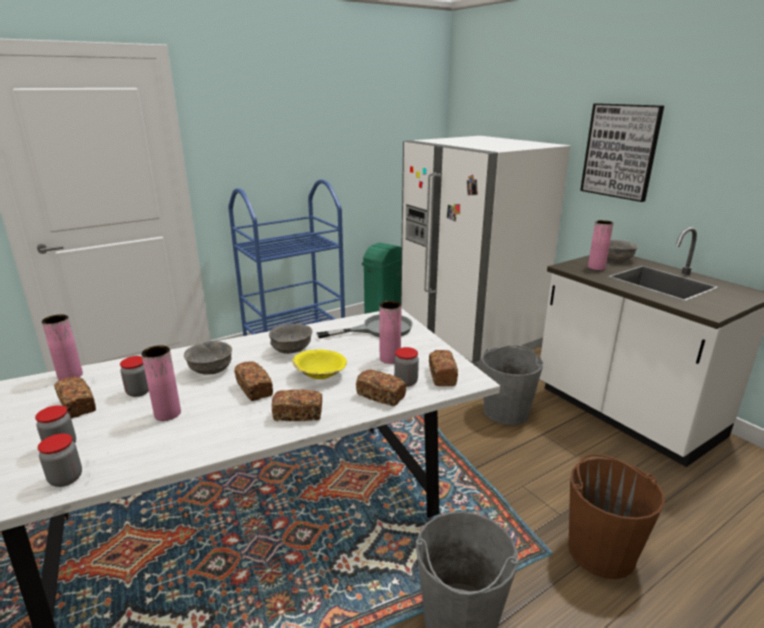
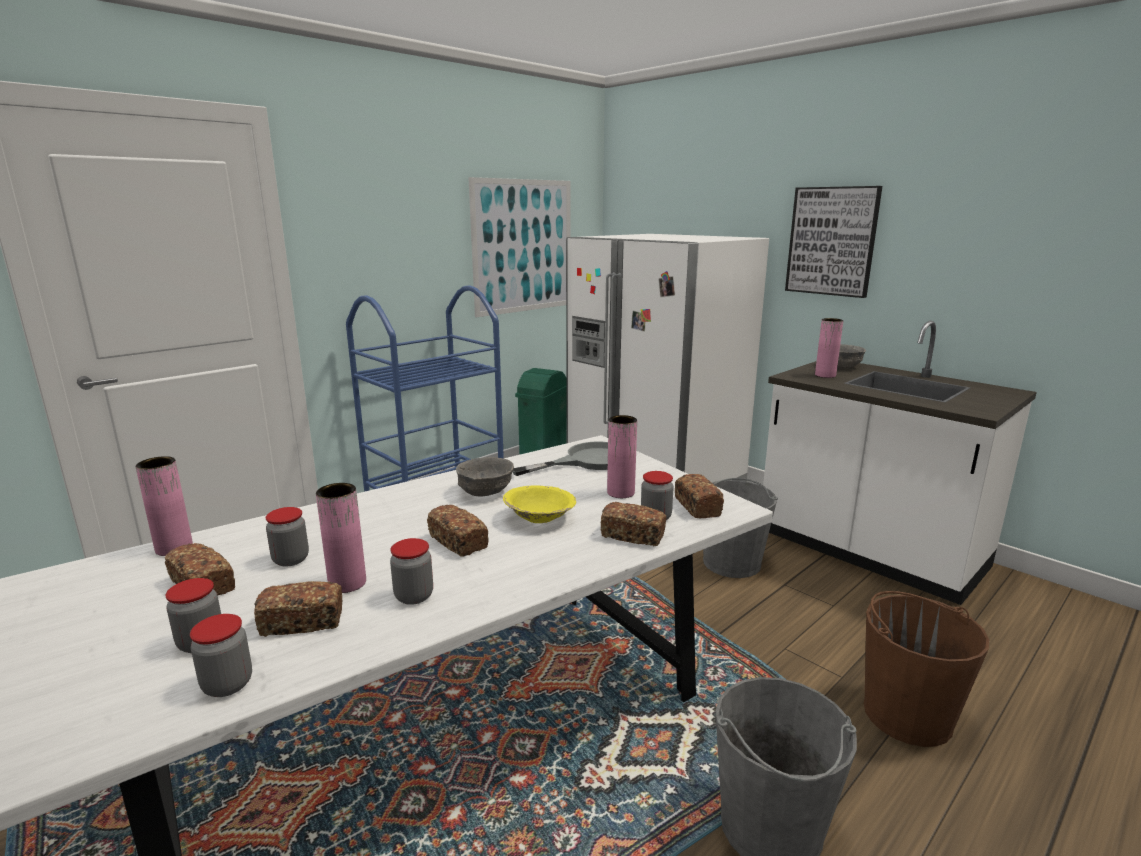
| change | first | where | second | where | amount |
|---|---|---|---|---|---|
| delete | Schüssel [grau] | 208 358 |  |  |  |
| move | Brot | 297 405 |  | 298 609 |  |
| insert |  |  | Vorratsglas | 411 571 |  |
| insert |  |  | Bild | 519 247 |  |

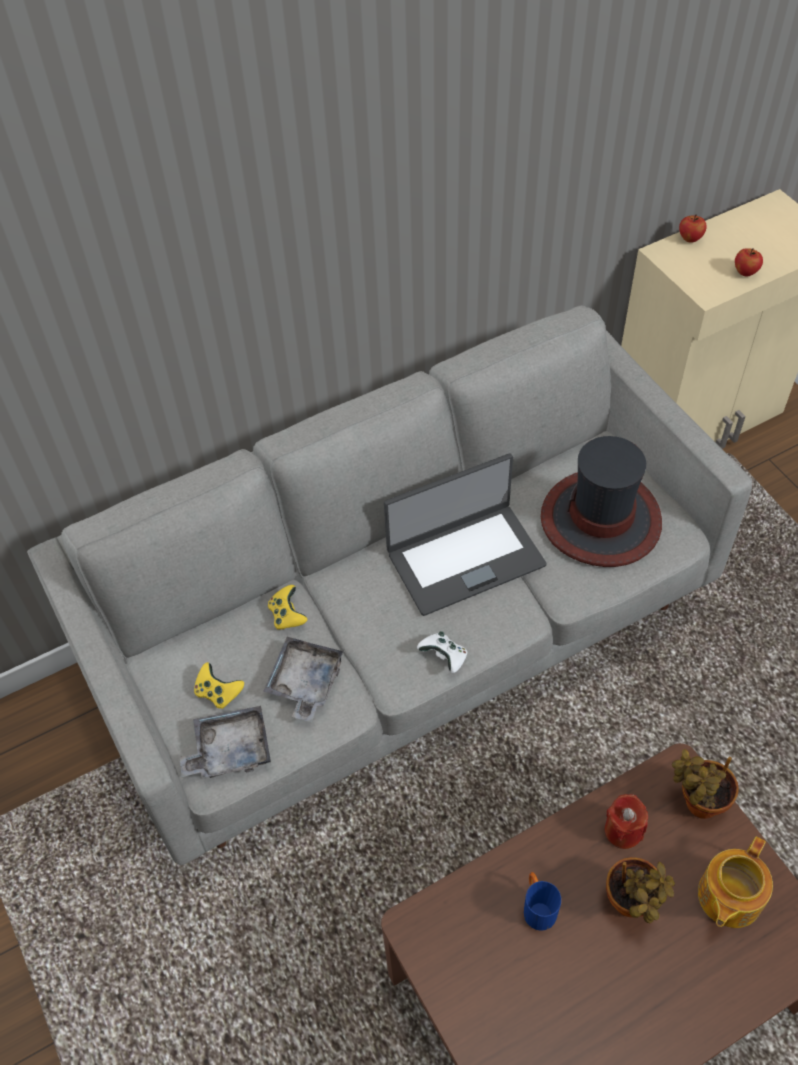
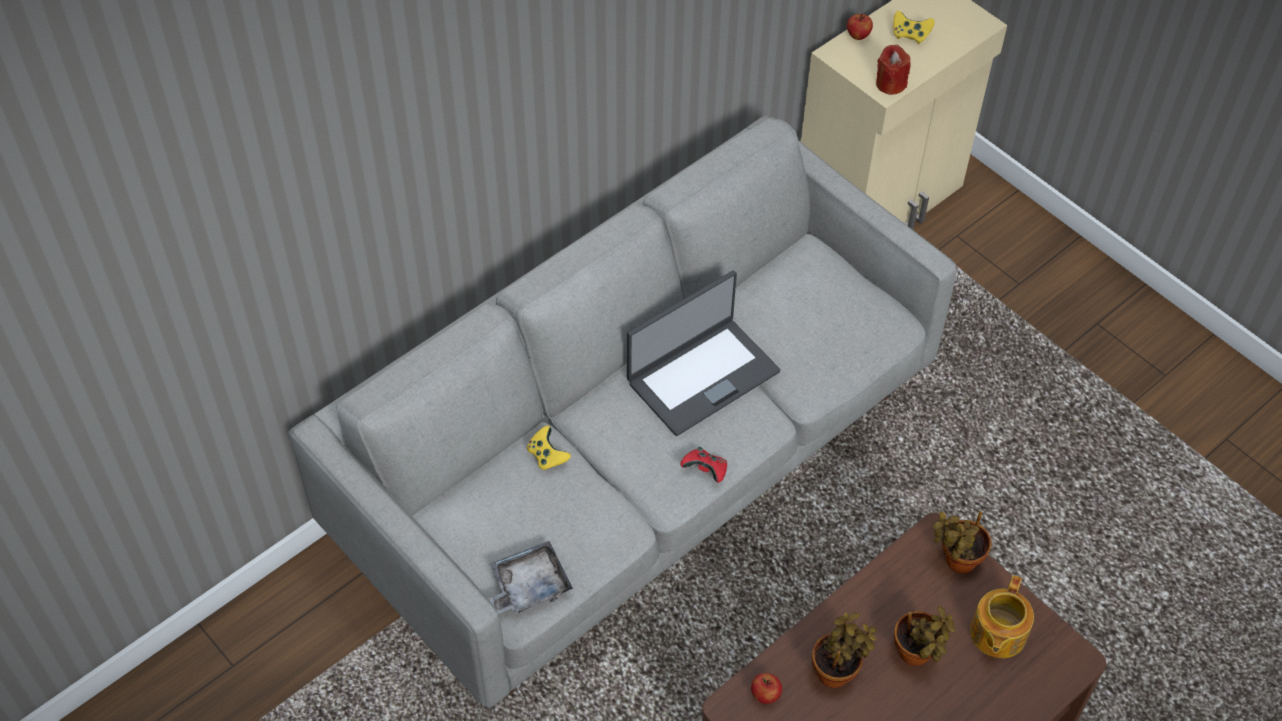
| change | first | where | second | where | amount |
|---|---|---|---|---|---|
| move | Gamepad [gelb] | 219 685 |  | 914 27 |  |
| delete | Tablett [grau] | 303 679 |  |  |  |
| recolor | Gamepad [weiß] | 442 652 | Gamepad [rot] | 703 465 |  |
| replace | Henkelbecher [blau] | 542 901 | Topfpflanze | 844 650 |  |
| delete | Hut | 601 501 |  |  |  |
| move | Kerze [rot] | 626 821 |  | 893 70 |  |
| move | Apfel | 749 262 |  | 766 688 |  |

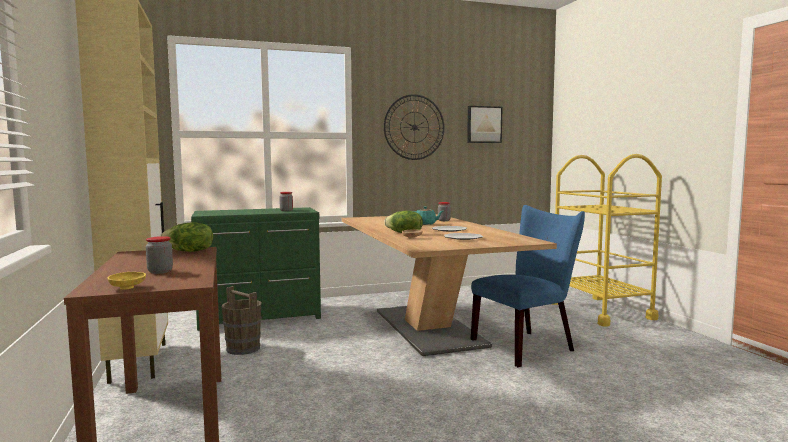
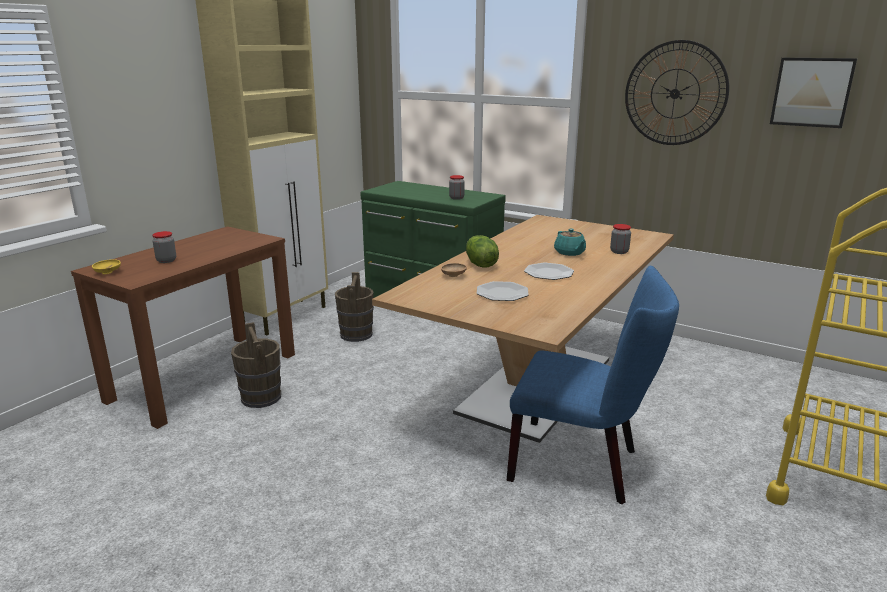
| change | first | where | second | where | amount |
|---|---|---|---|---|---|
| delete | Salatkopf | 186 237 |  |  |  |
| insert |  |  | Eimer [braun] | 256 365 |  |

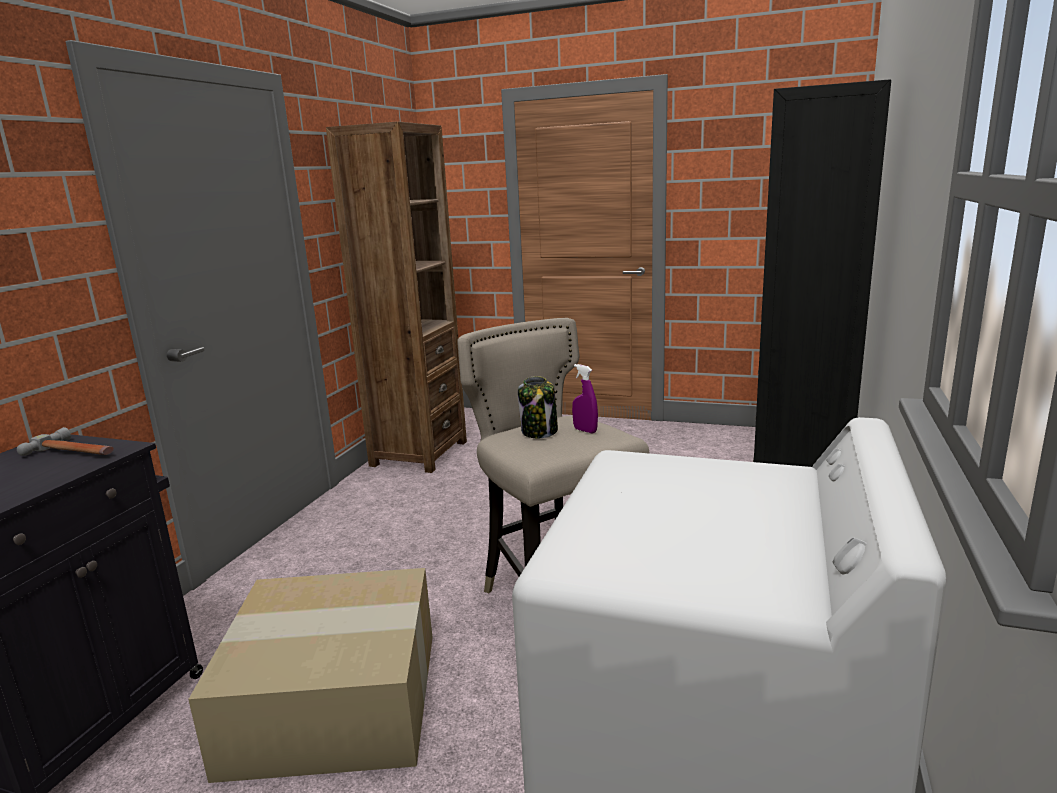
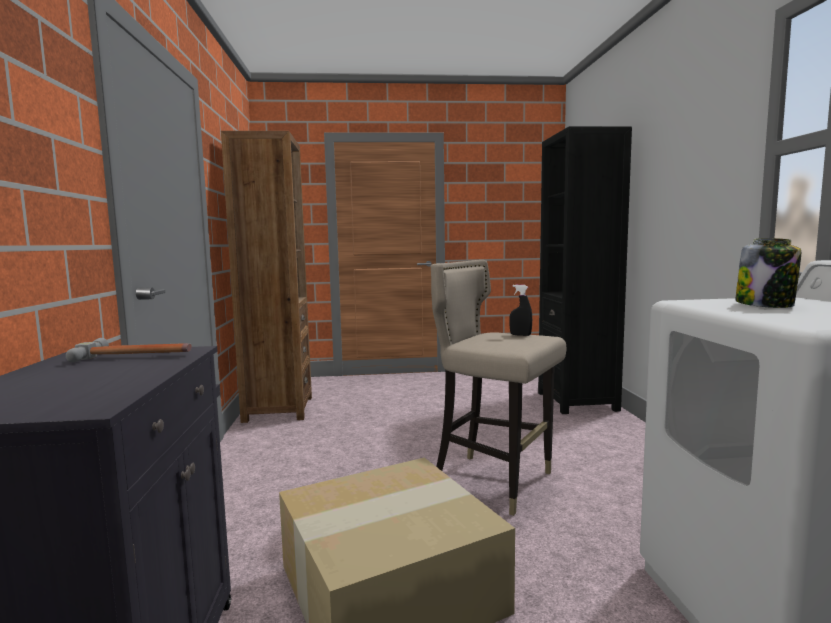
| change | first | where | second | where | amount |
|---|---|---|---|---|---|
| move | Vorratsglas | 538 407 |  | 768 273 |  |
| recolor | Sprühflasche [lila] | 585 398 | Sprühflasche [schwarz] | 520 310 |  |

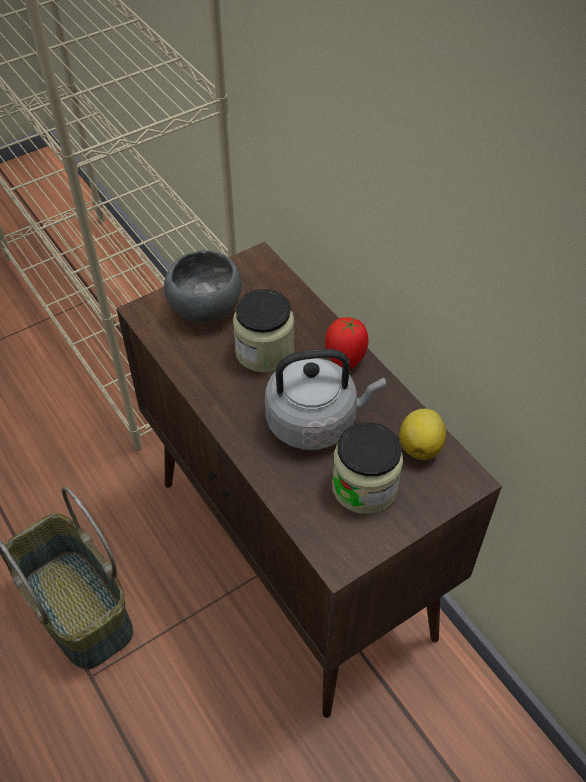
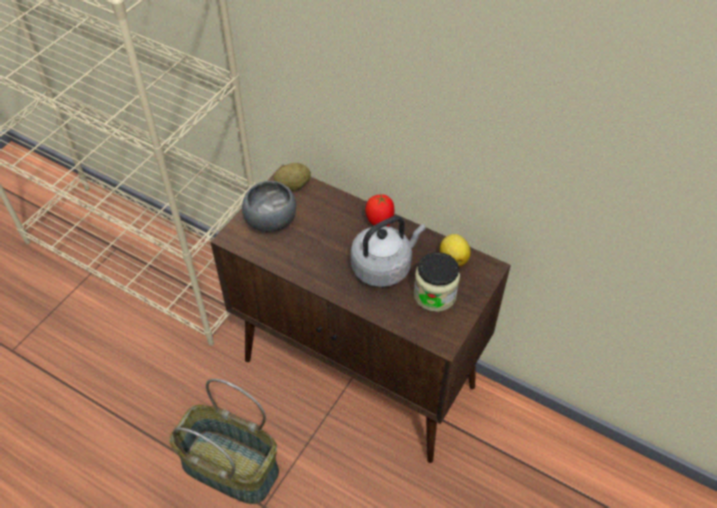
| change | first | where | second | where | amount |
|---|---|---|---|---|---|
| delete | Vorratsglas | 263 331 |  |  |  |
| insert |  |  | Kartoffel | 292 177 |  |

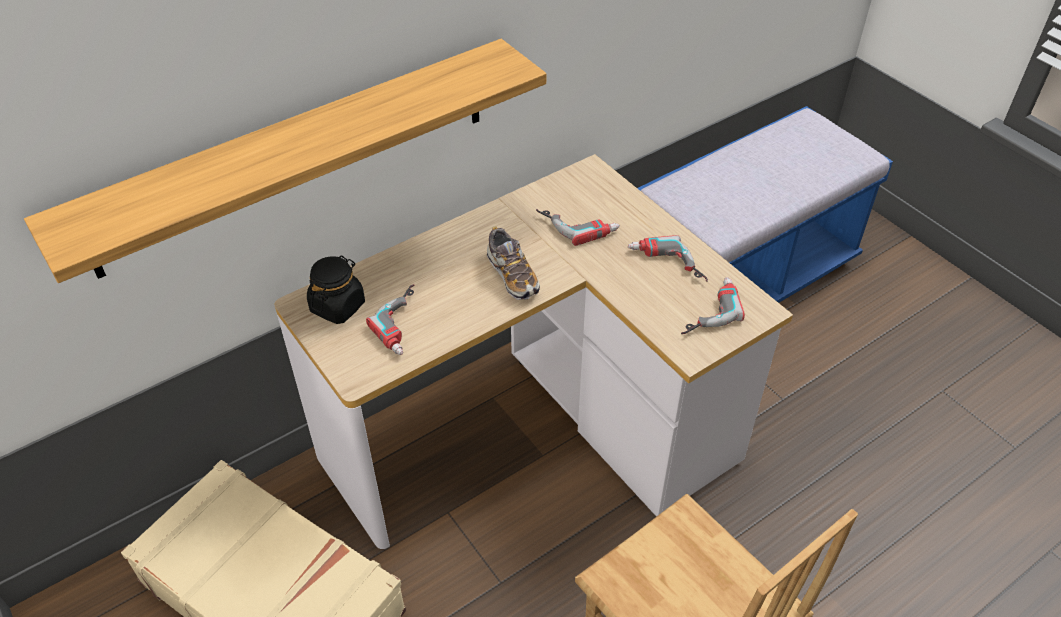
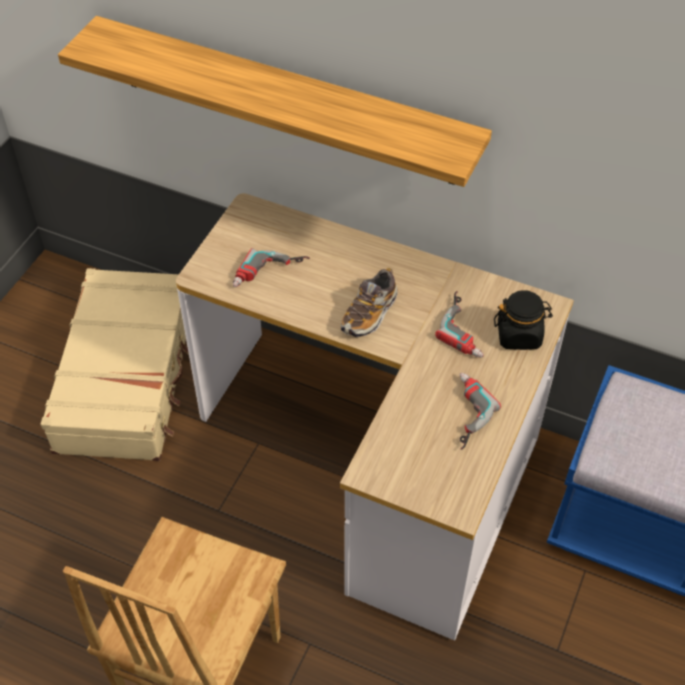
| change | first | where | second | where | amount |
|---|---|---|---|---|---|
| move | Vorratsglas [schwarz] | 336 290 |  | 523 320 |  |
| delete | Bohrmaschine | 713 305 |  |  |  |

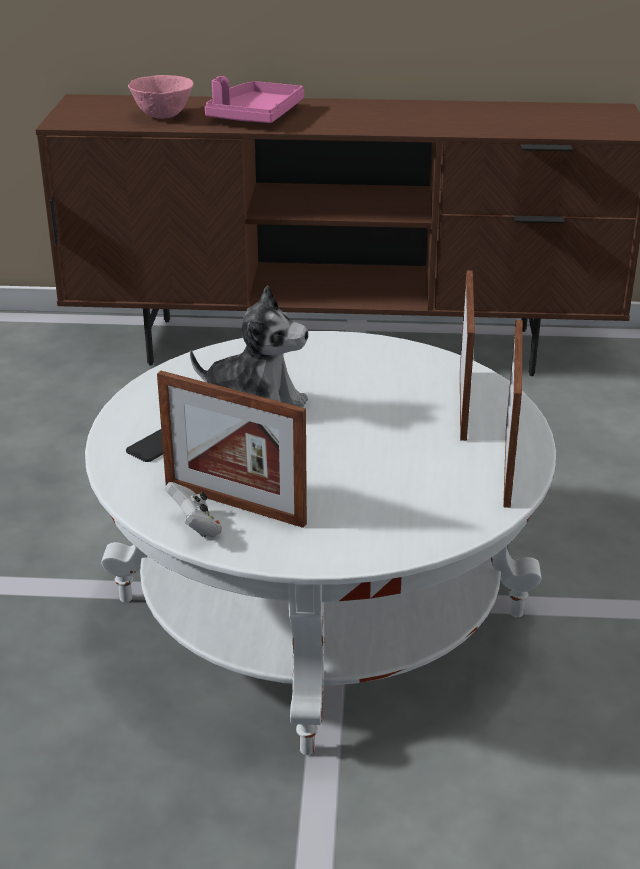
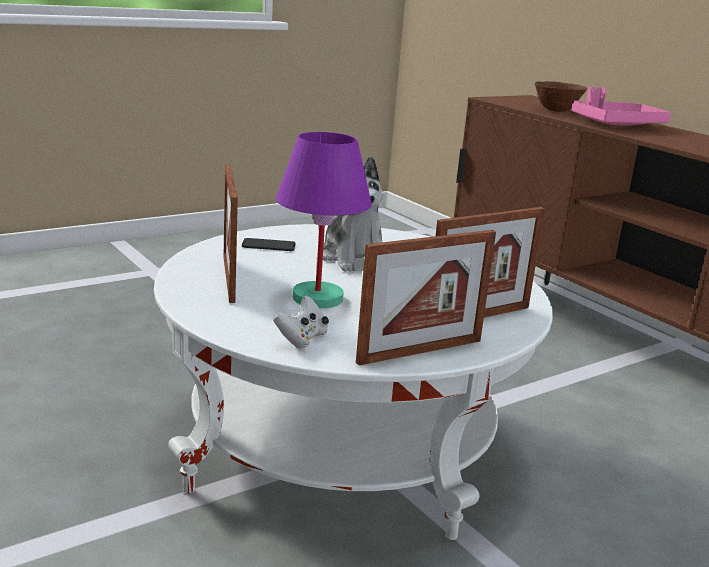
| change | first | where | second | where | amount |
|---|---|---|---|---|---|
| recolor | Schüssel [rosa] | 161 97 | Schüssel [braun] | 561 96 |  |
| move | Gamepad [weiß] | 193 510 |  | 301 321 |  |
| insert |  |  | Tischlampe [lila] | 324 220 |  |

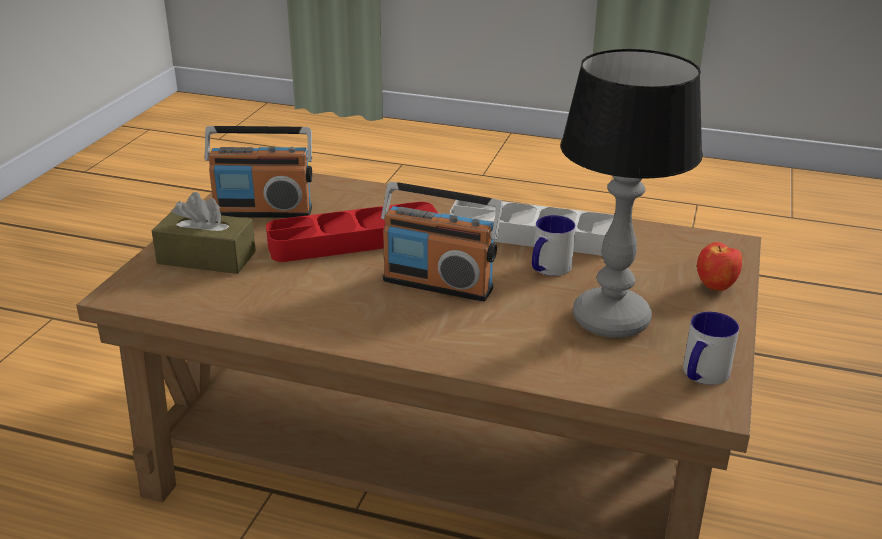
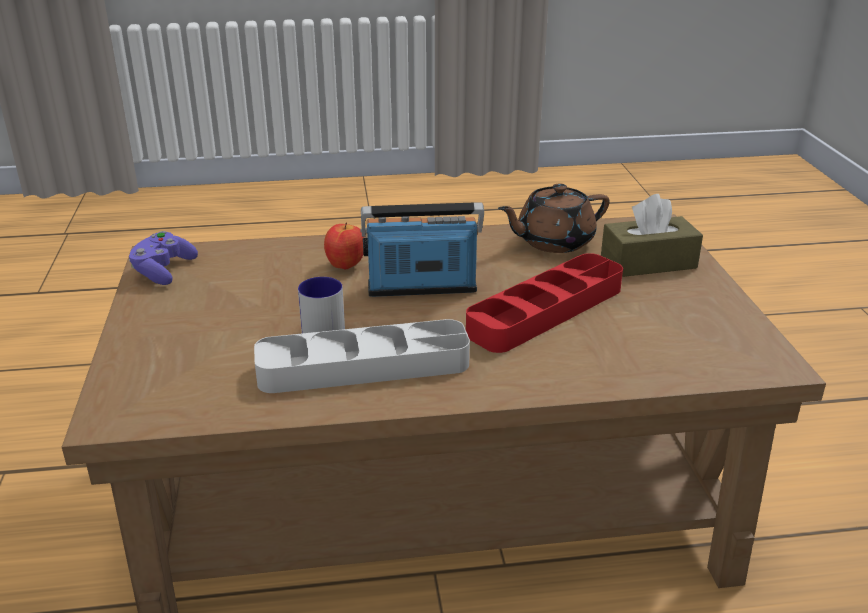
| change | first | where | second | where | amount |
|---|---|---|---|---|---|
| delete | Radio | 258 172 |  |  |  |
| delete | Tischlampe | 631 193 |  |  |  |
| replace | Henkelbecher | 711 348 | Gamepad [lila] | 163 258 |  |
| move | Apfel | 719 266 |  | 344 245 |  |
| insert |  |  | Teekanne [braun] | 554 218 |  |

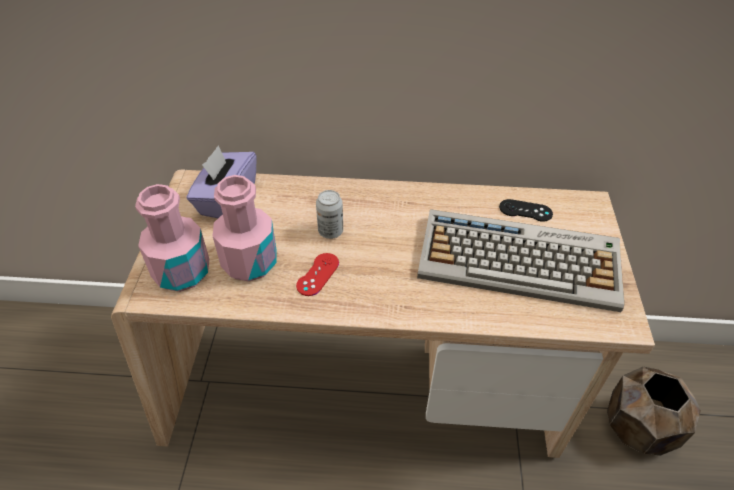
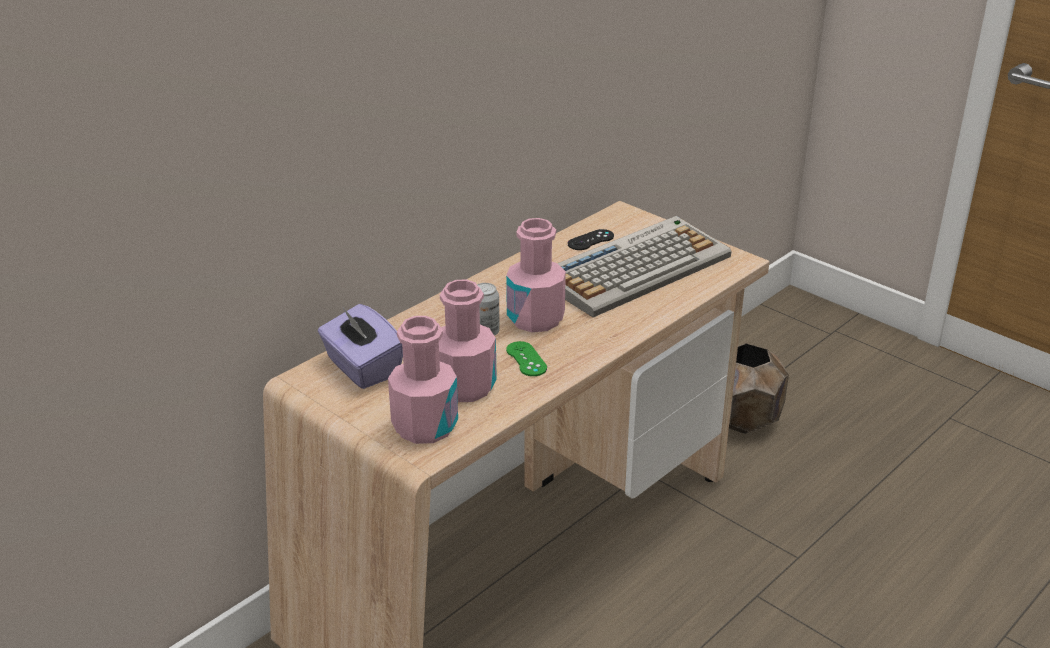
| change | first | where | second | where | amount |
|---|---|---|---|---|---|
| recolor | Gamepad [rot] | 317 274 | Gamepad [grün] | 526 358 |  |
| insert |  |  | Flasche [rosa] | 536 275 |  |

